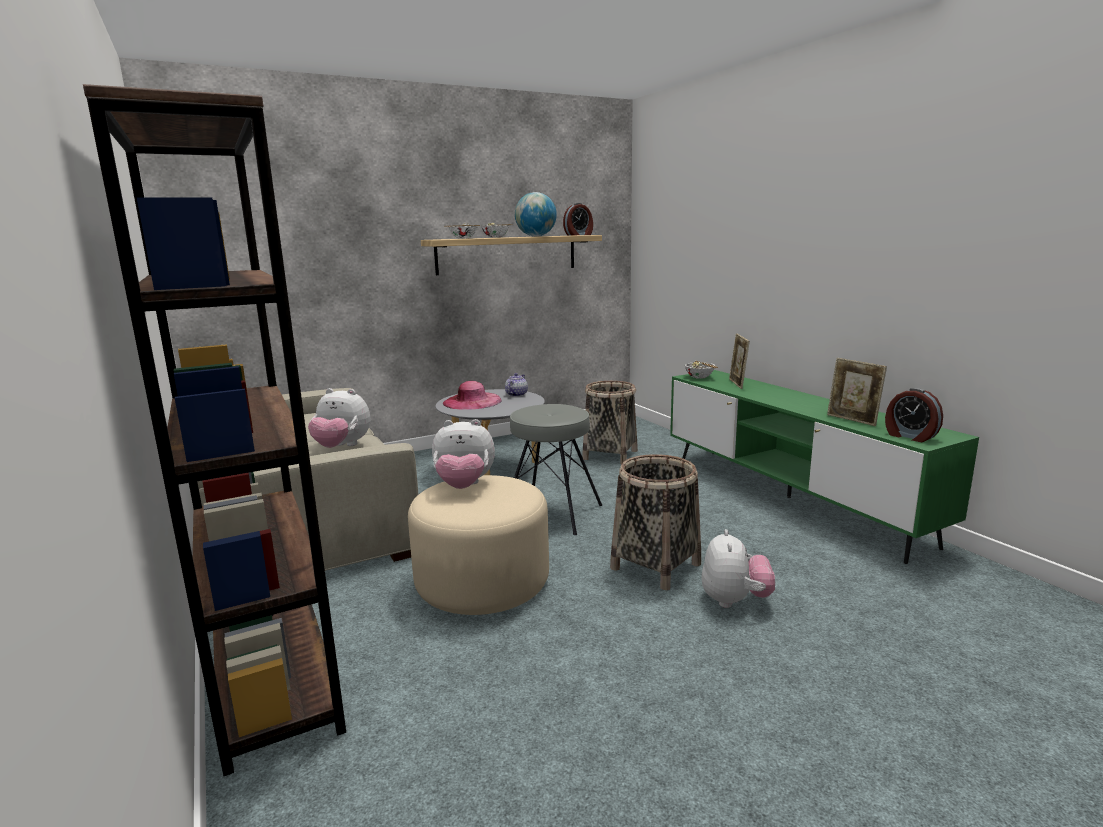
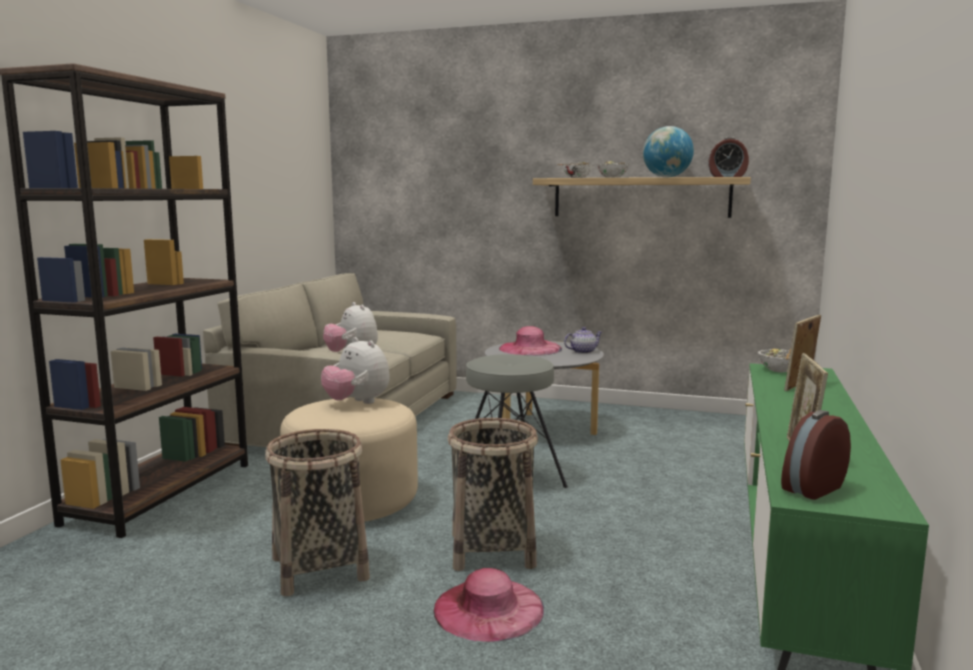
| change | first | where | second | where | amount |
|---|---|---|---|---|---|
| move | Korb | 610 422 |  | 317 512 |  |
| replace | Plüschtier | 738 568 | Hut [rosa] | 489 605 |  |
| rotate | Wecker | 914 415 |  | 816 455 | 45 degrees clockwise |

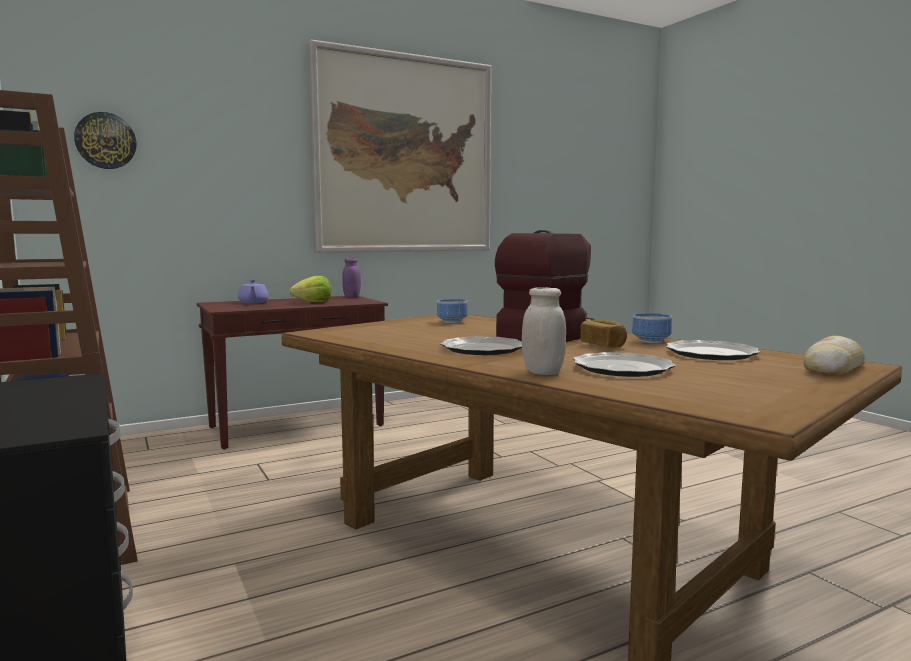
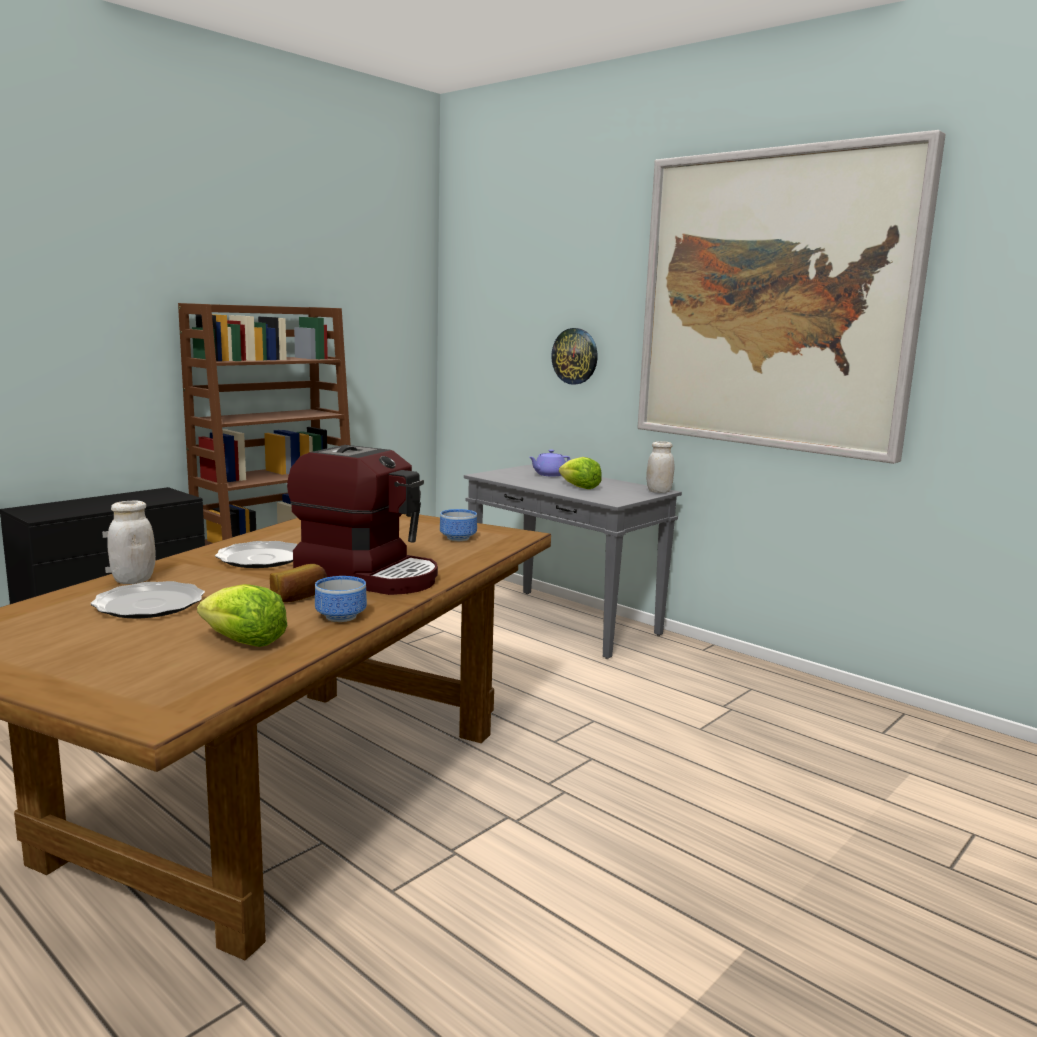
| change | first | where | second | where | amount |
|---|---|---|---|---|---|
| move | Wanduhr | 105 140 |  | 574 356 |  |
| recolor | Konsolentisch [braun] | 292 372 | Konsolentisch [grau] | 573 561 |  |
| recolor | Vorratsglas [lila] | 351 277 | Vorratsglas [weiß] | 660 467 |  |
| replace | Teller | 713 350 | Salatkopf | 242 615 |  |
| delete | Brot | 834 355 |  |  |  |

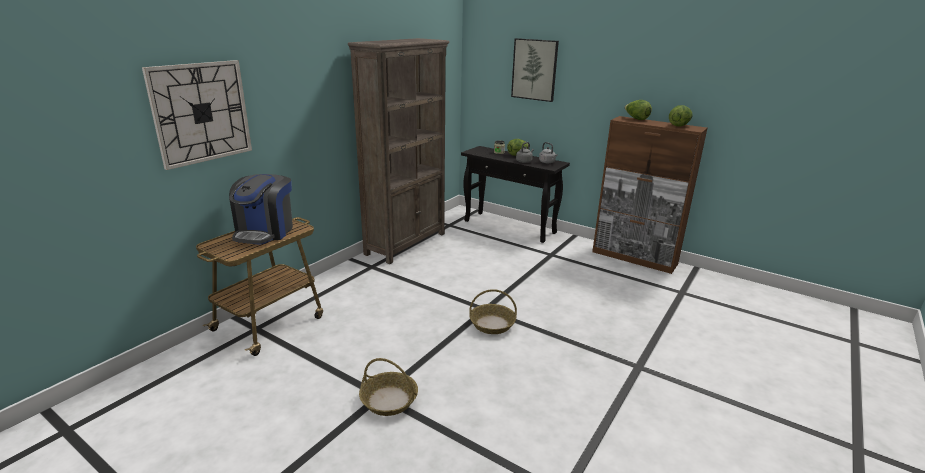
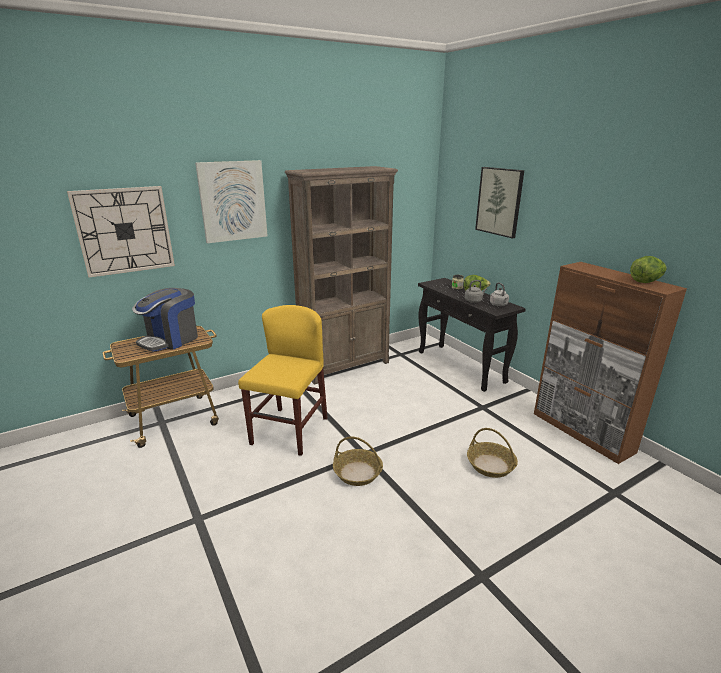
| change | first | where | second | where | amount |
|---|---|---|---|---|---|
| move | Korb | 388 387 |  | 492 453 |  |
| delete | Salatkopf | 638 110 |  |  |  |
| insert |  |  | Bild | 231 201 |  |
| insert |  |  | Stuhl [gelb] | 282 380 |  |

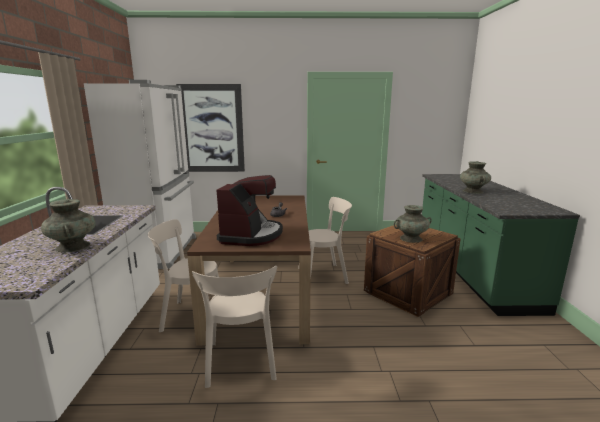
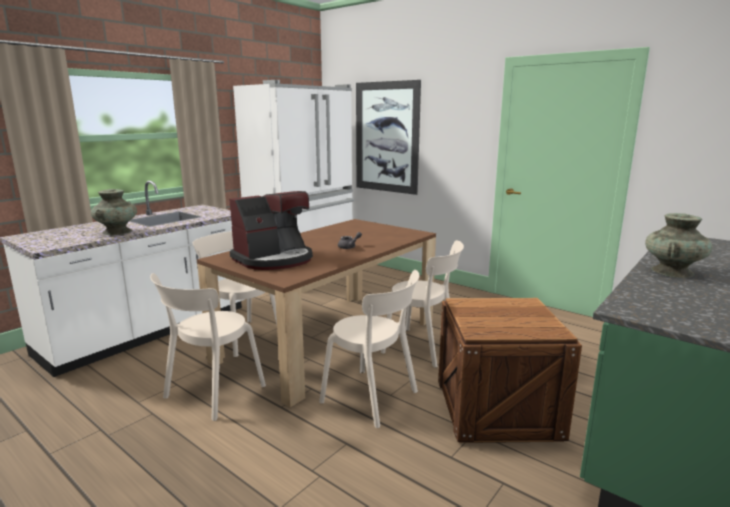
| change | first | where | second | where | amount |
|---|---|---|---|---|---|
| delete | Vase [türkis] | 413 224 |  |  |  |
| insert |  |  | Stuhl [beige] | 369 349 |  |

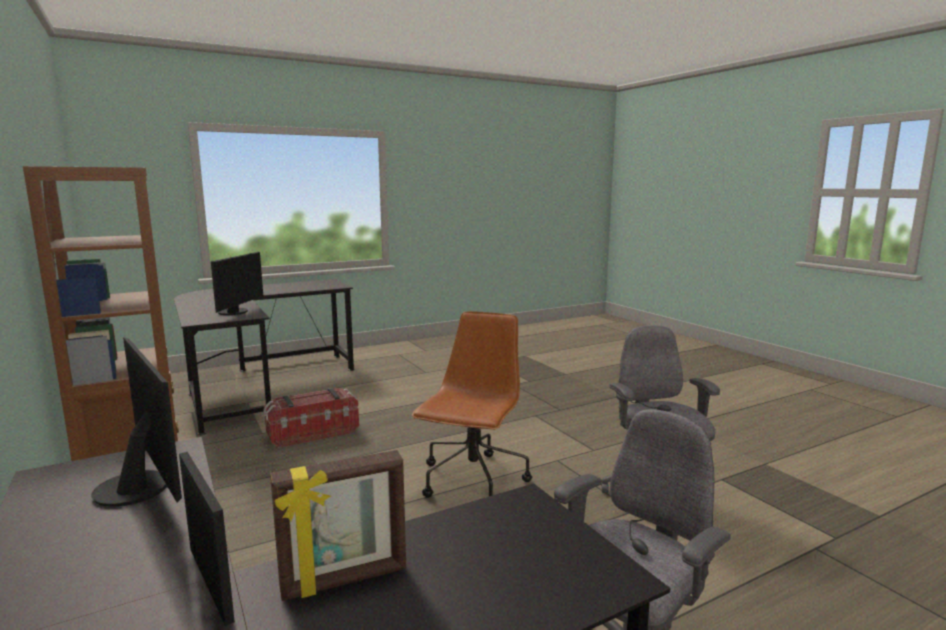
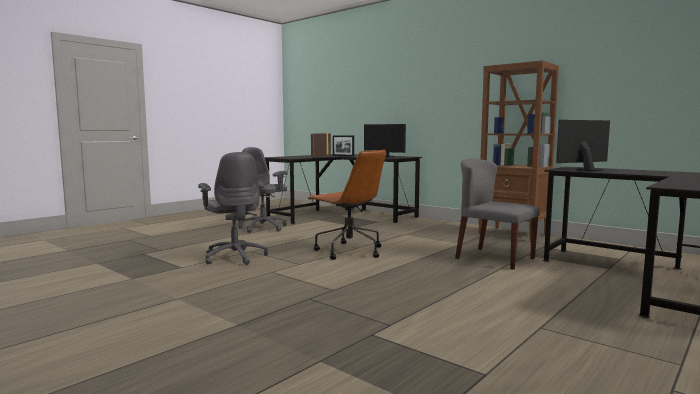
| change | first | where | second | where | amount |
|---|---|---|---|---|---|
| rotate | Monitor | 237 283 |  | 583 146 | 75 degrees clockwise |
| replace | Aufbewahrungsbox | 311 418 | Stuhl [grau] | 497 214 |  |
| rotate | Bürostuhl [braun] | 472 404 |  | 347 205 | 45 degrees counterclockwise |

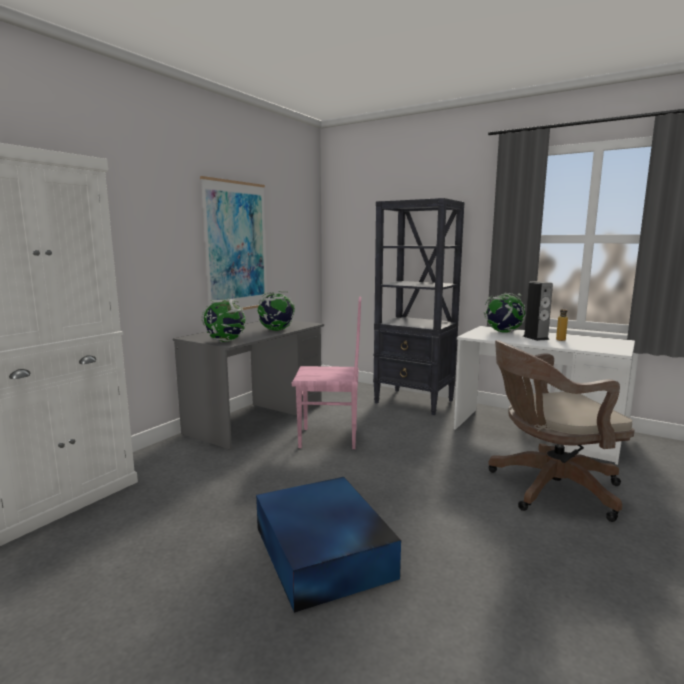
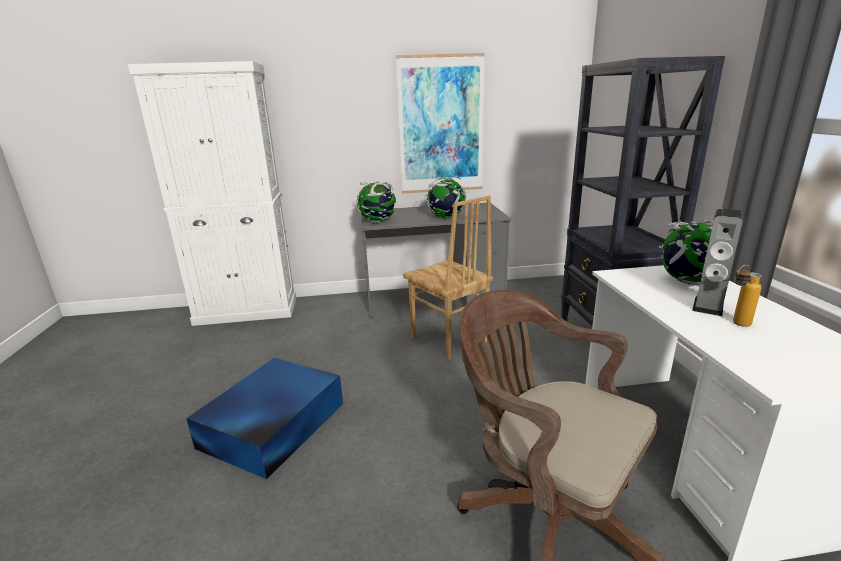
| change | first | where | second | where | amount |
|---|---|---|---|---|---|
| recolor | Stuhl [rosa] | 326 373 | Stuhl [braun] | 448 278 |  |

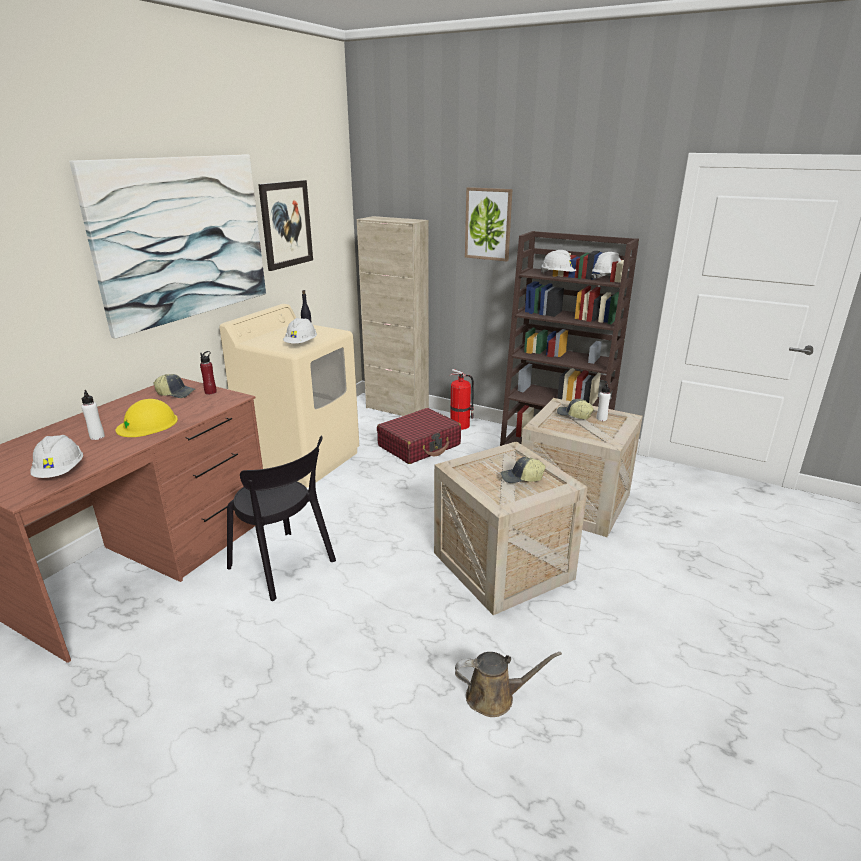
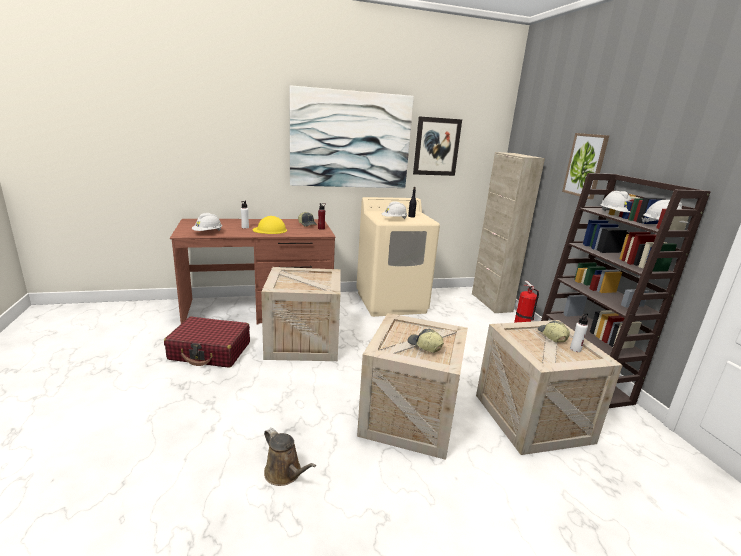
| change | first | where | second | where | amount |
|---|---|---|---|---|---|
| replace | Stuhl [schwarz] | 281 518 | Kiste | 301 314 |  |
| move | Koffer [rot] | 419 436 |  | 207 342 |  |

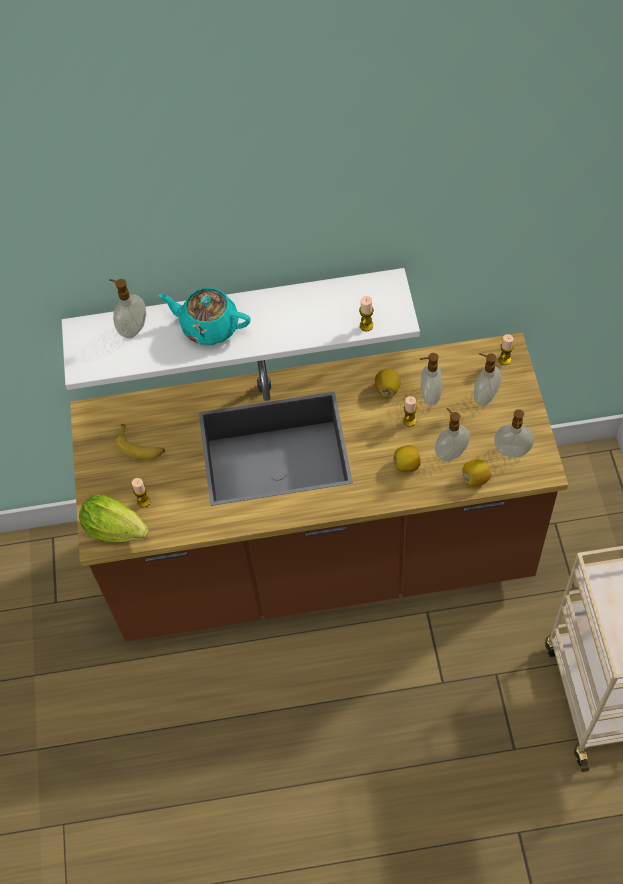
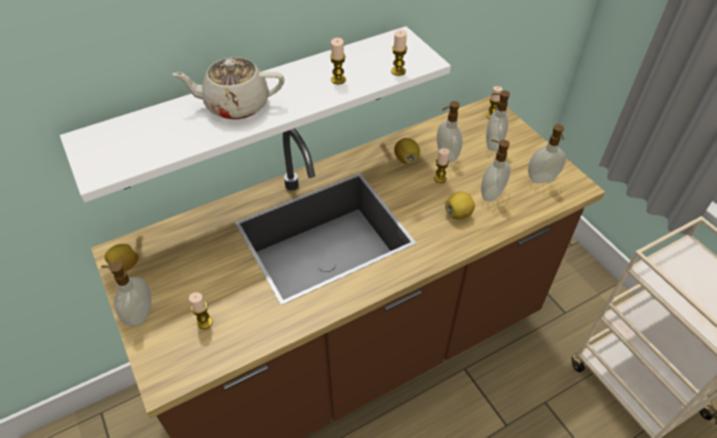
| change | first | where | second | where | amount |
|---|---|---|---|---|---|
| delete | Salatkopf | 114 518 |  |  |  |
| move | Seifenspender | 127 309 |  | 126 294 |  |
| delete | Banane | 140 441 |  |  |  |
| recolor | Teekanne [türkis] | 204 316 | Teekanne [beige] | 228 88 |  |
| move | Zitrone | 477 473 |  | 121 258 |  |
| insert |  |  | Kerze | 338 61 |  |

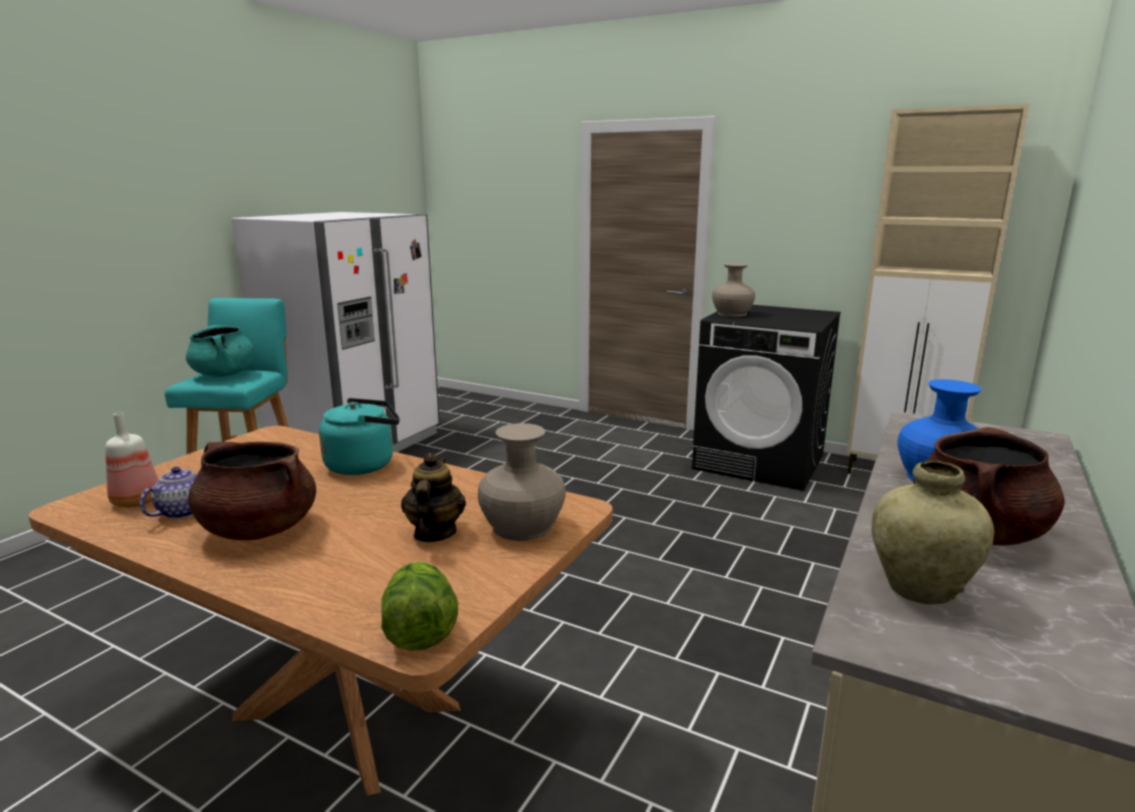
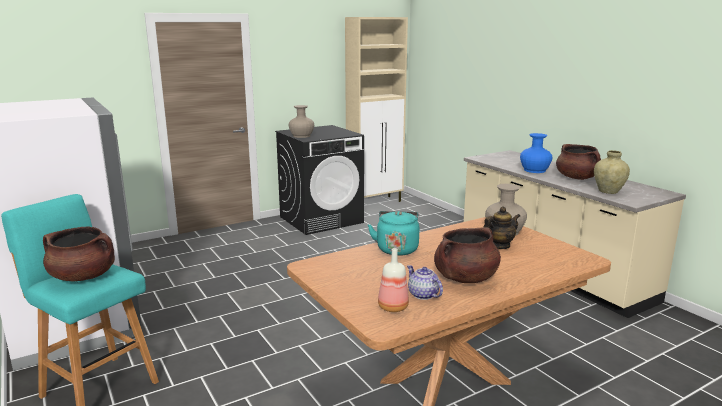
| change | first | where | second | where | amount |
|---|---|---|---|---|---|
| recolor | Kochtopf [türkis] | 220 351 | Kochtopf [braun] | 79 254 |  |
| delete | Salatkopf | 419 606 |  |  |  |
| rotate | Teekanne | 433 497 |  | 502 227 | 120 degrees clockwise |

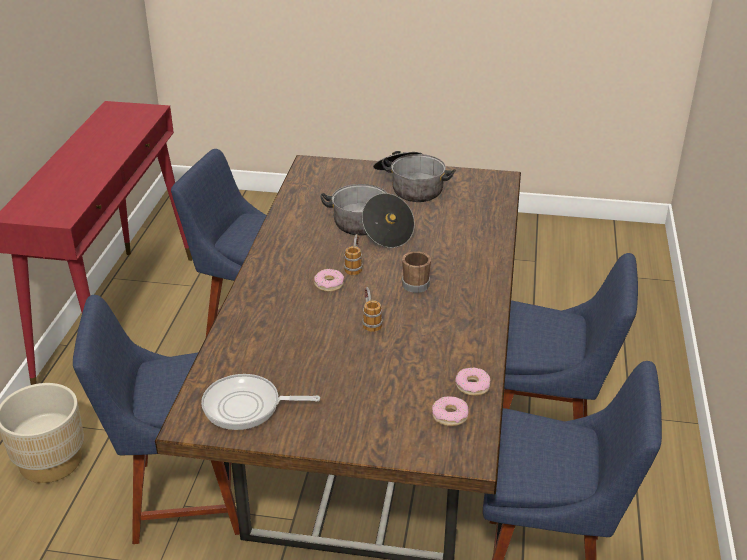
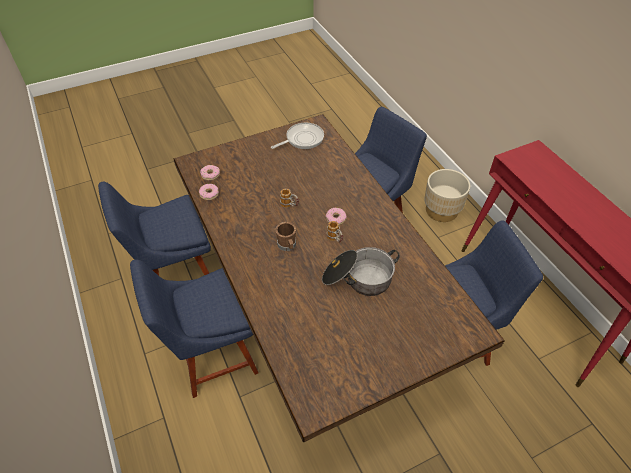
| change | first | where | second | where | amount |
|---|---|---|---|---|---|
| delete | Kochtopf | 414 176 |  |  |  |

